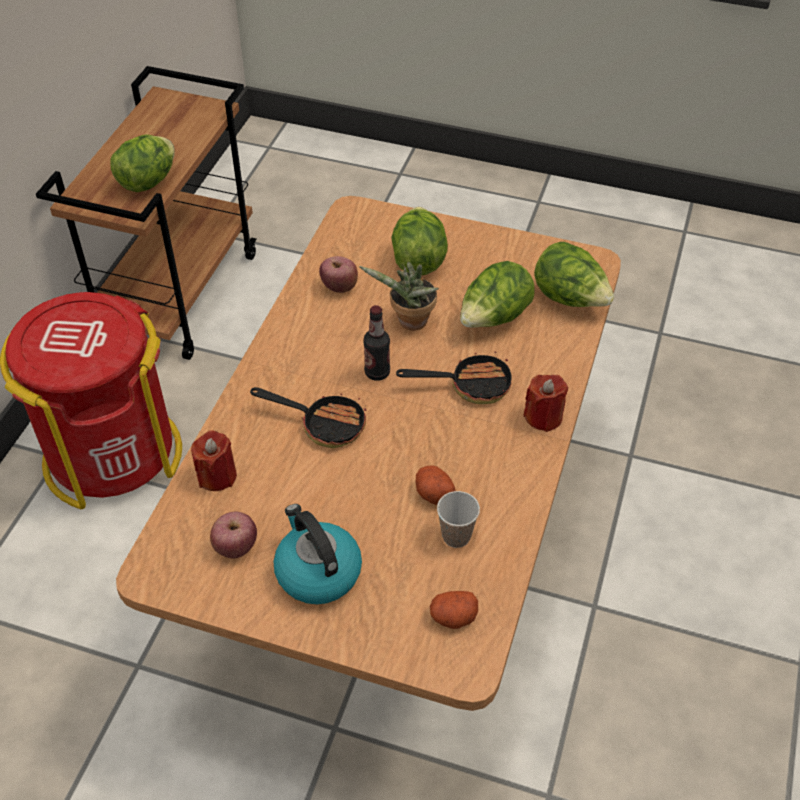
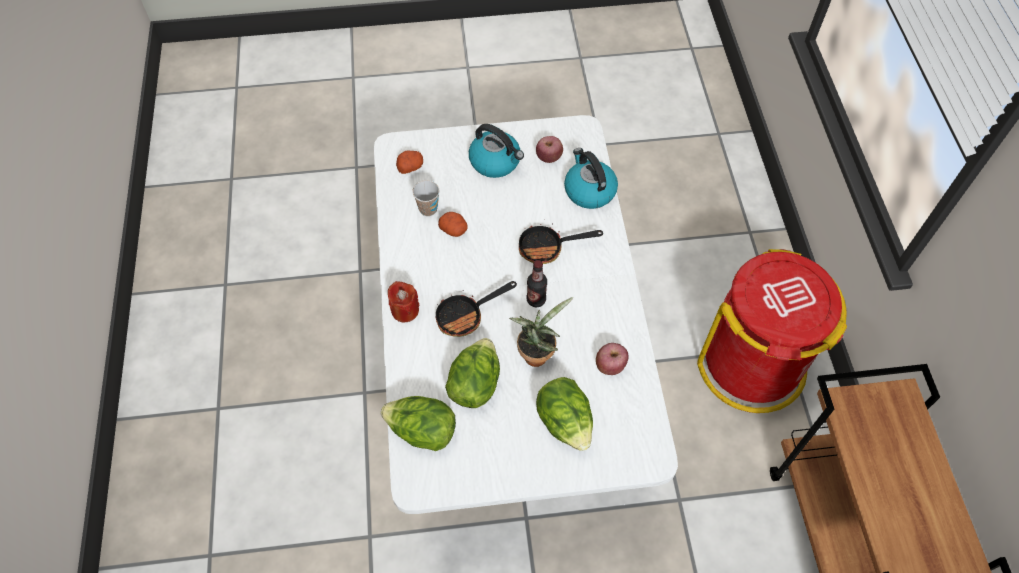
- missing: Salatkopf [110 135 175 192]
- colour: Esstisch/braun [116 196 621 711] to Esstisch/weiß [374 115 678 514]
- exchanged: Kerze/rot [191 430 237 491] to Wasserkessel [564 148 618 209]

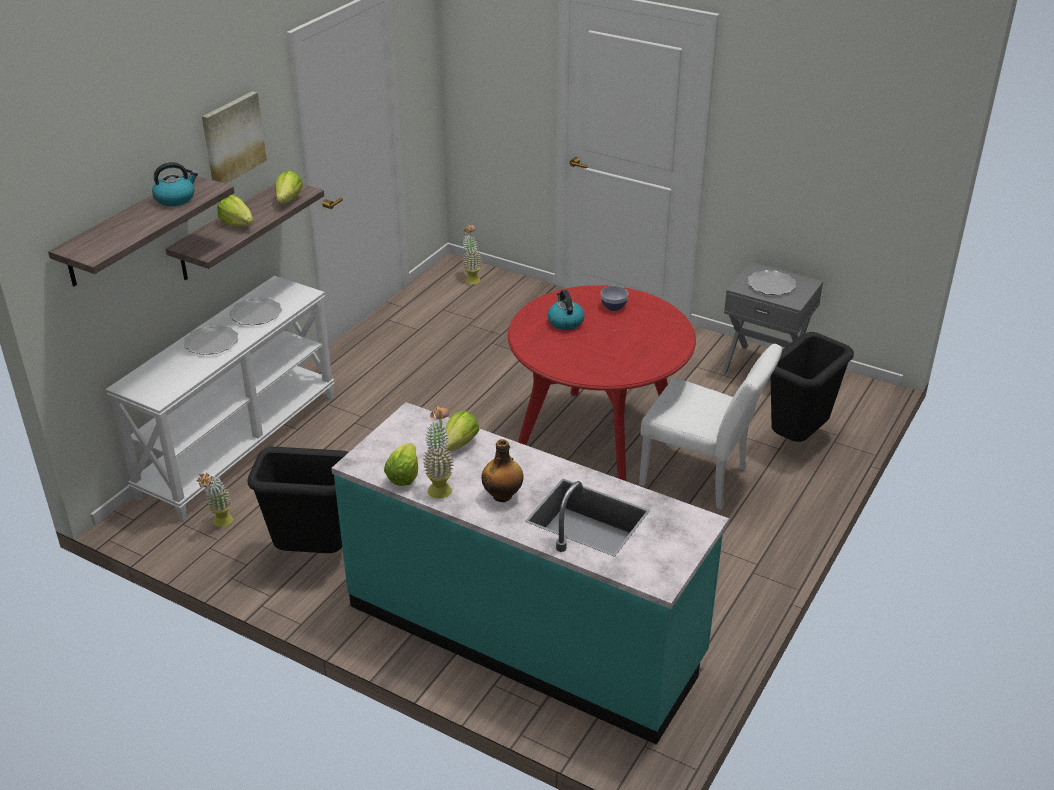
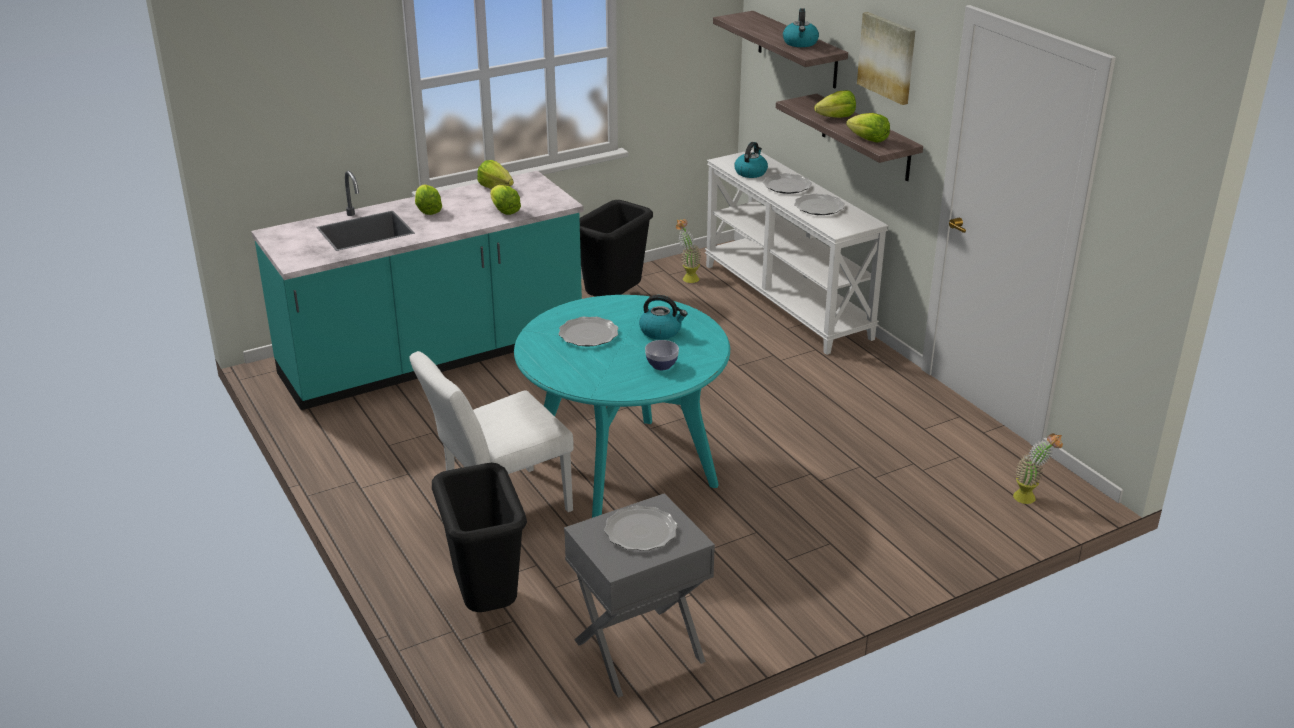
- missing: Topfpflanze [423 405 454 499]
- exchanged: Flasche [481 439 524 502] to Salatkopf [415 184 442 215]
- colour: Esstisch/rot [508 285 696 481] to Esstisch/türkis [514 295 730 518]
- appeared: Teller [559 317 618 347]
- appeared: Wasserkessel [734 142 768 178]

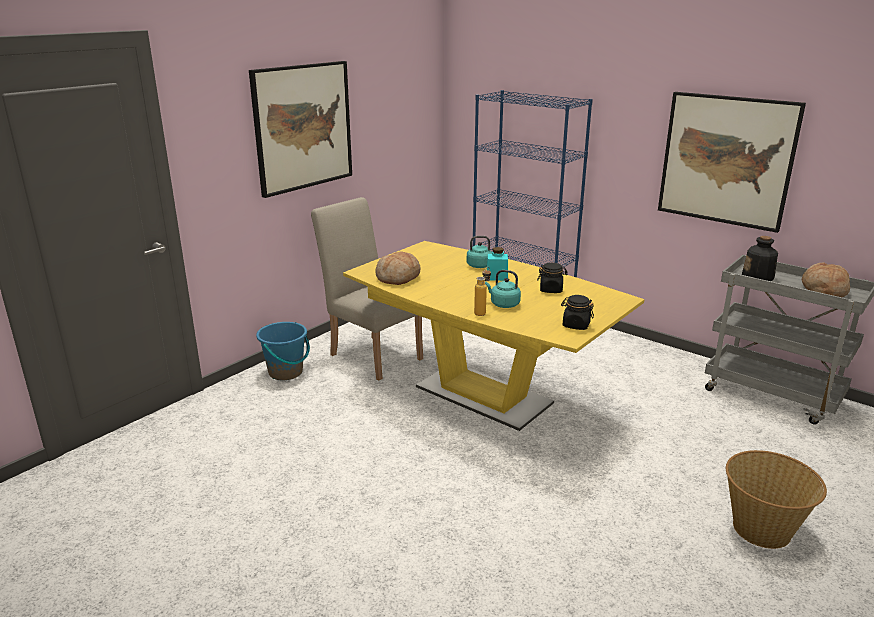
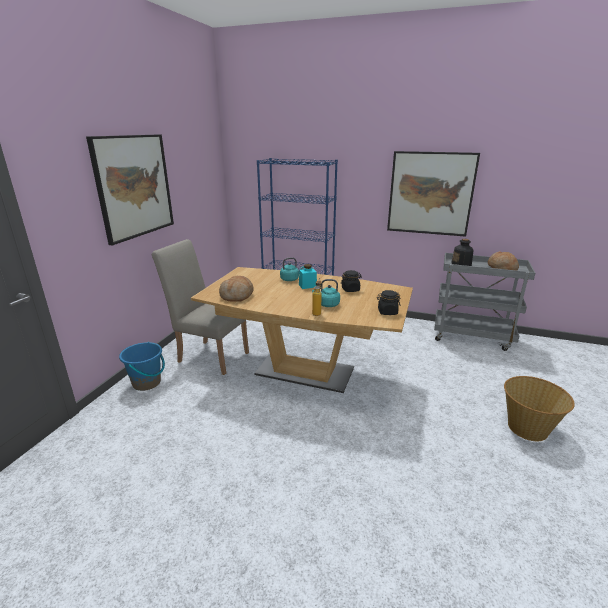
- colour: Esstisch/gelb [343 241 645 431] to Esstisch/braun [191 267 413 393]

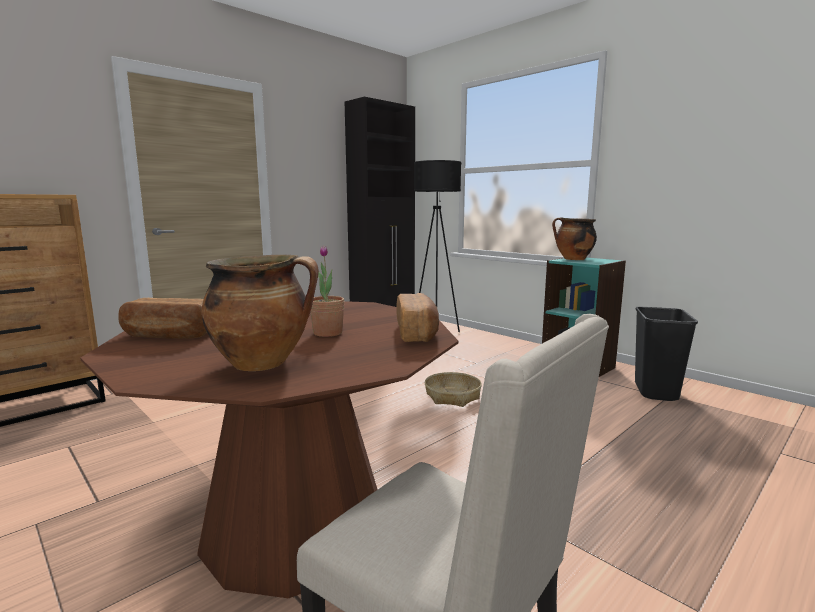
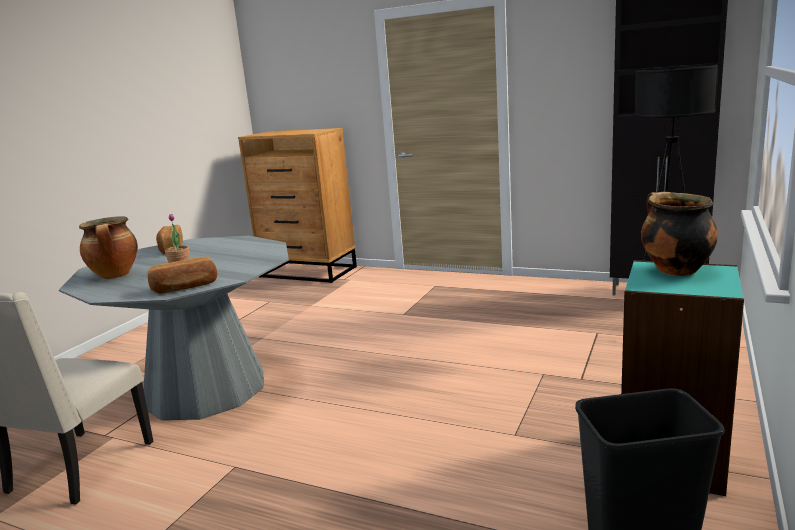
- colour: Esstisch/braun [80 301 458 598] to Esstisch/grau [59 236 289 420]
- missing: Korb [425 372 482 407]

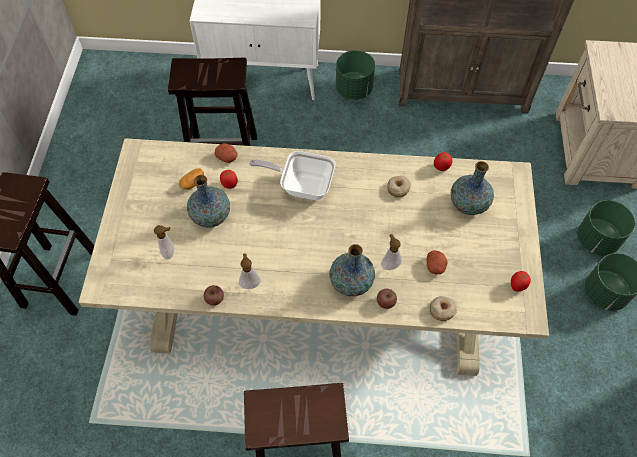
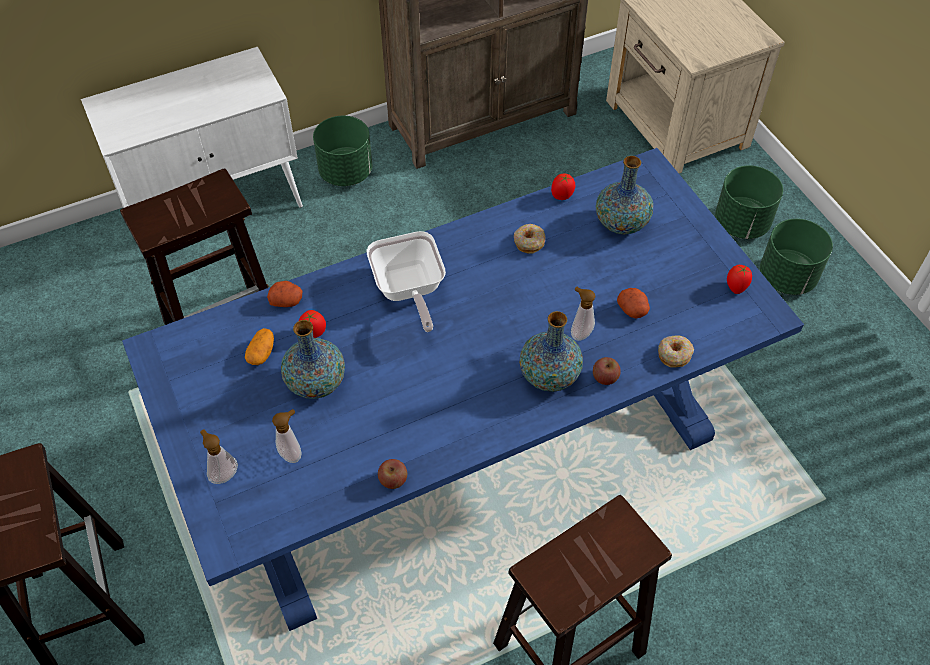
- colour: Esstisch/beige [78 138 549 376] to Esstisch/blau [122 148 804 631]
- relocated: Seifenspender [239 253 261 289] to [200 429 238 484]
- spun: Pfanne [249 151 335 200] = [367 231 446 332] 90 degrees counterclockwise

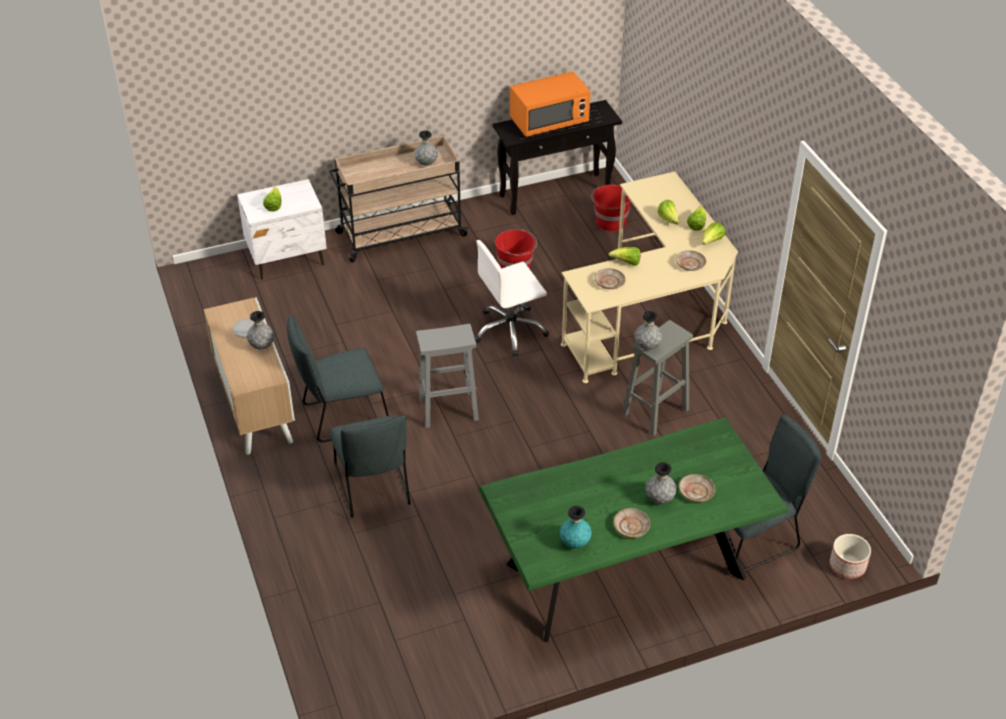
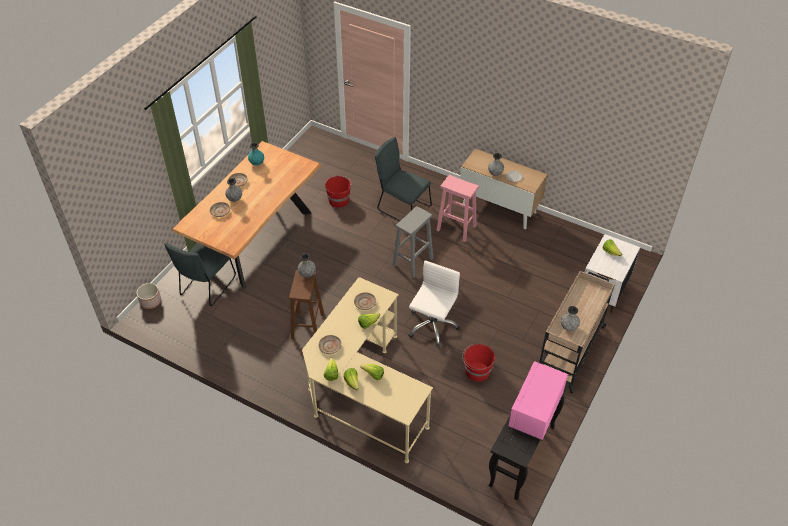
- exchanged: Stuhl/grau [287 315 389 442] to Hocker/rosa [436 175 479 242]
- colour: Esstisch/grün [478 417 789 642] to Esstisch/braun [172 141 321 289]
- colour: Mikrowelle/orange [510 71 590 137] to Mikrowelle/rosa [509 361 568 441]
- relocated: Eimer/rot [591 184 631 231] to [325 176 352 208]
- colour: Hocker/grau [622 320 693 436] to Hocker/braun [289 270 324 339]

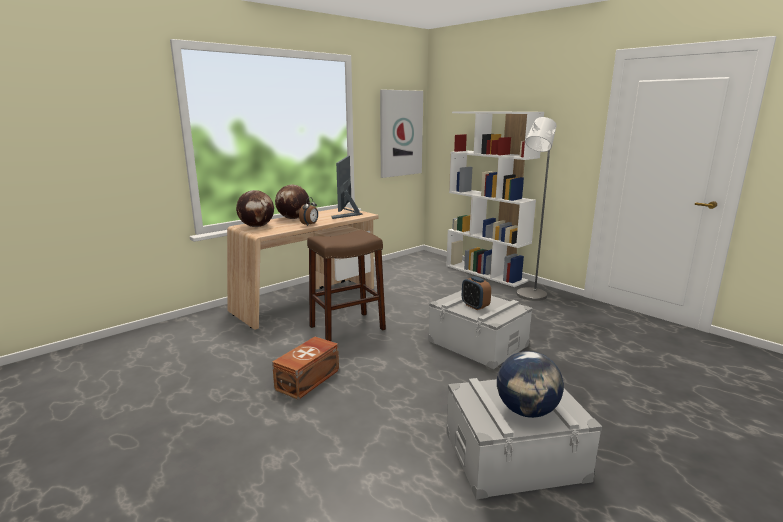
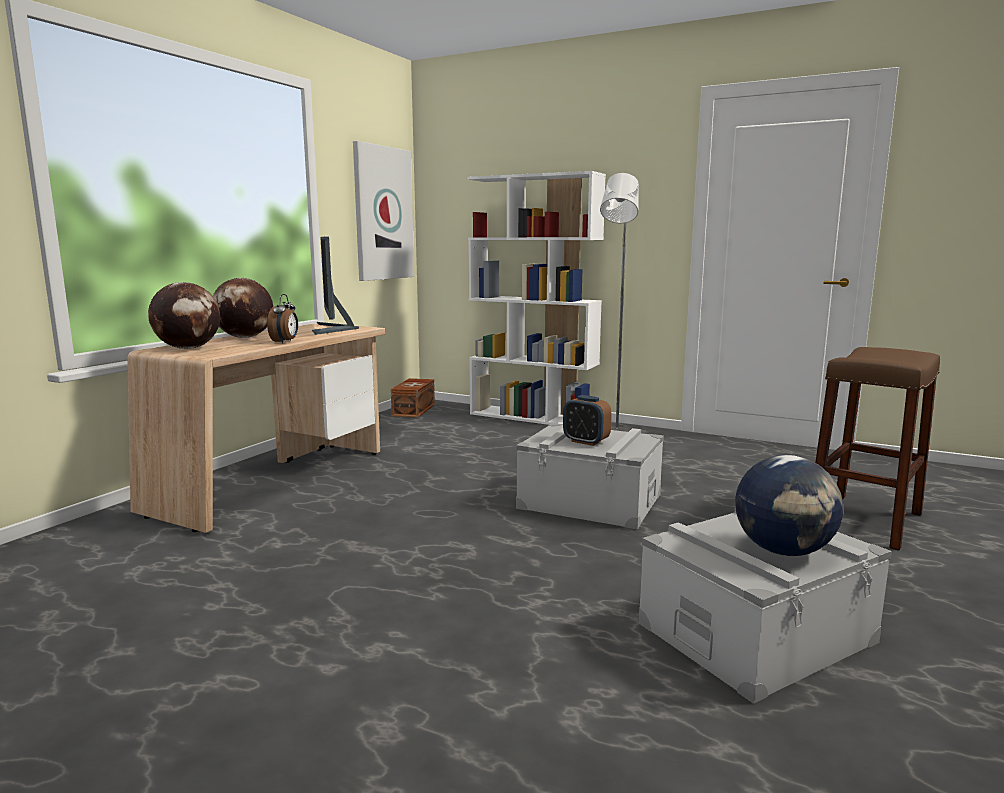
- relocated: Aufbewahrungsbox/braun [272 337 339 400] to [391 378 435 418]
- relocated: Hocker/braun [307 230 386 341] to [815 347 940 551]

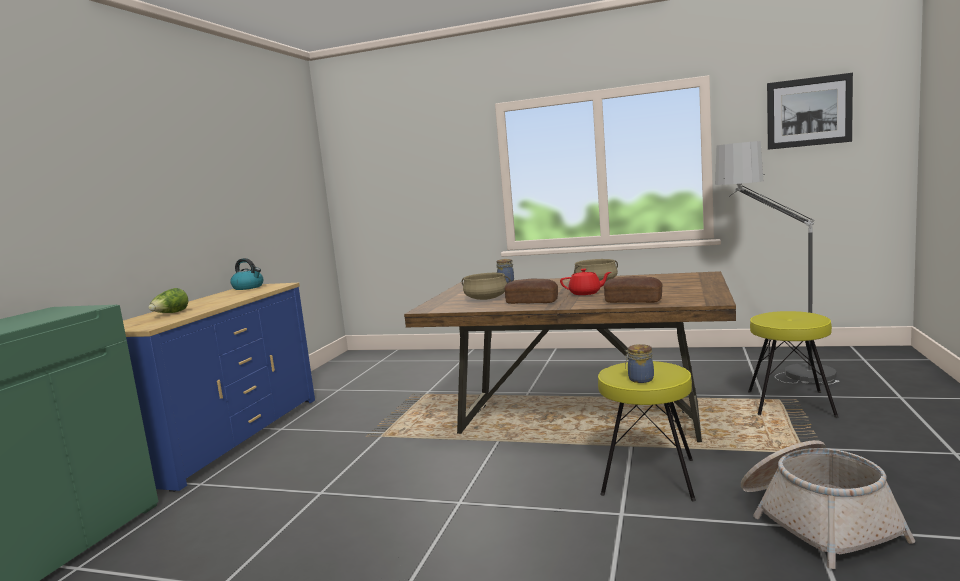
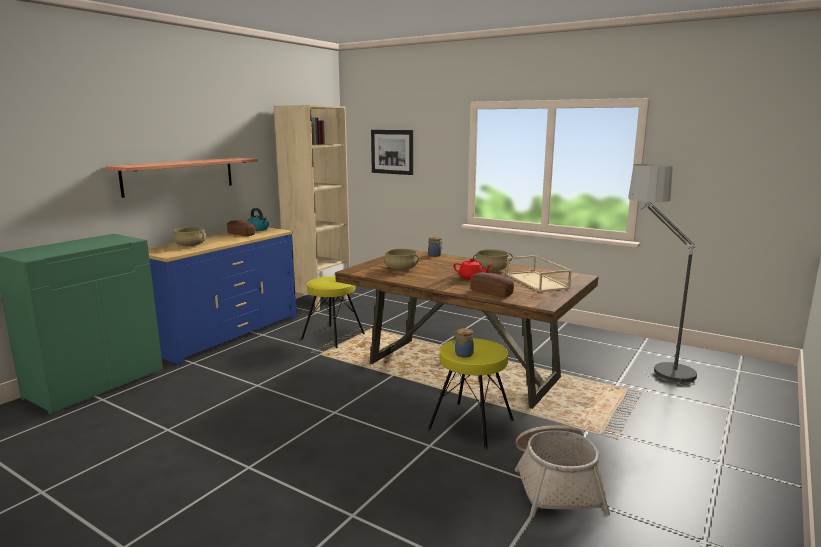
- exchanged: Salatkopf [148 288 189 313] to Kochtopf/beige [173 227 207 246]
- relocated: Brot [504 278 558 304] to [227 220 255 236]
- relocated: Hocker/gelb [748 311 839 418] to [301 276 365 348]
- relocated: Bild [767 73 853 150] to [371 130 413 175]
- appeared: Wandregal [106 158 258 198]
- appeared: Bücherregal/beige [274 105 350 311]
- appeared: Tablett/beige [506 255 572 292]

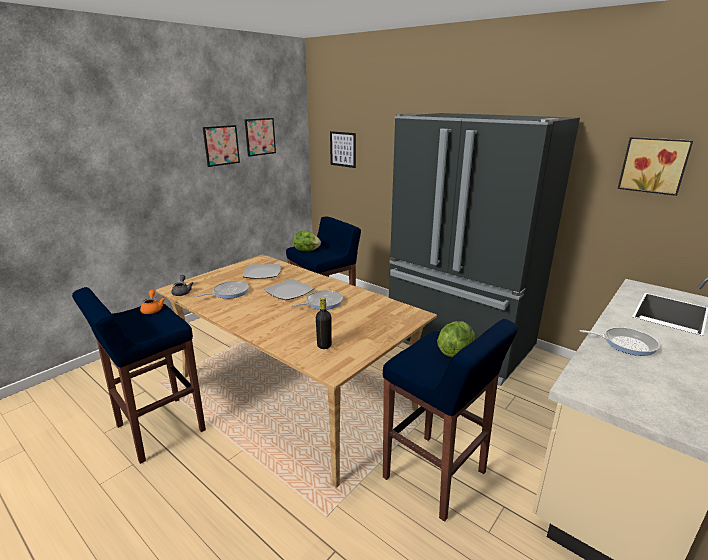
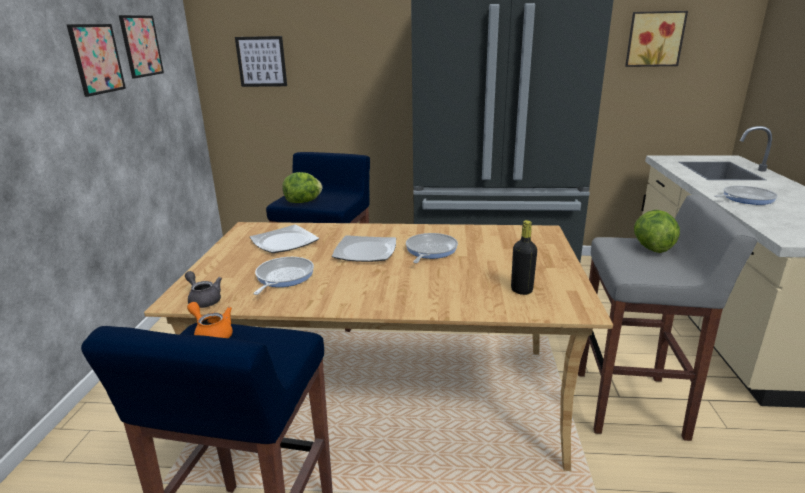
- colour: Hocker/blau [383 319 518 522] to Hocker/grau [578 195 757 441]

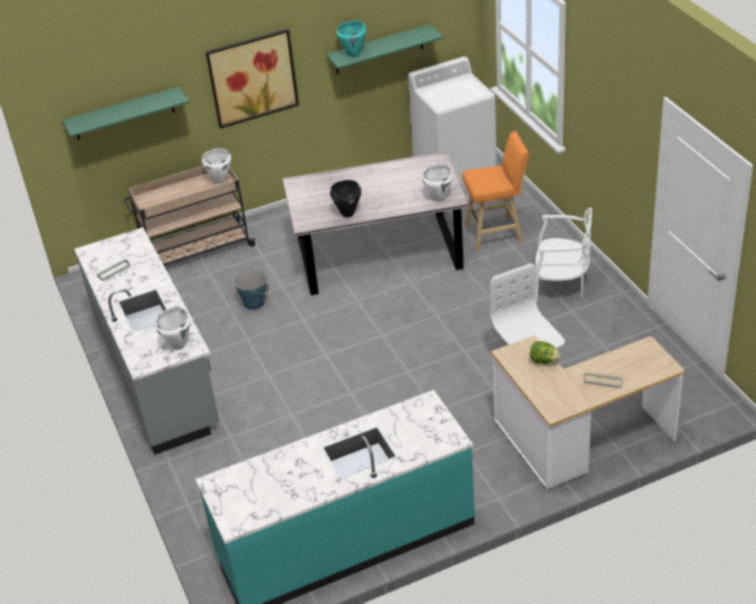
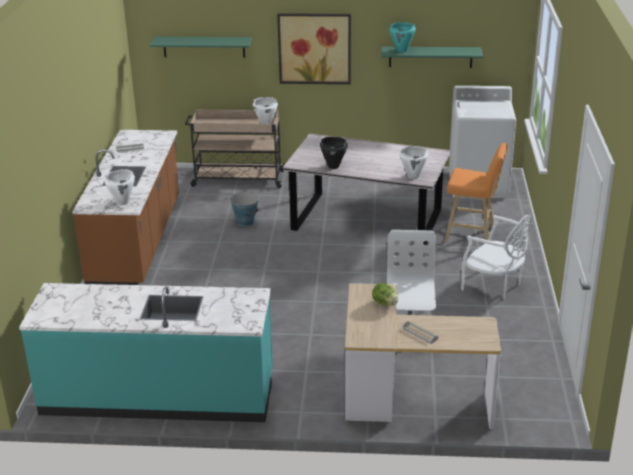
- colour: Küchenzeile/grau [74 227 220 455] to Küchenzeile/braun [72 130 179 285]

